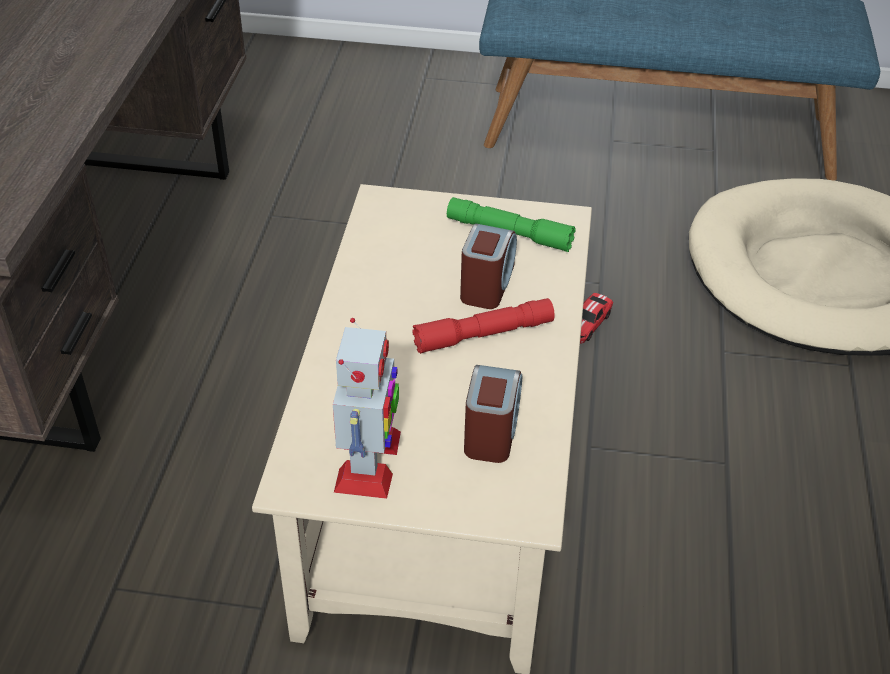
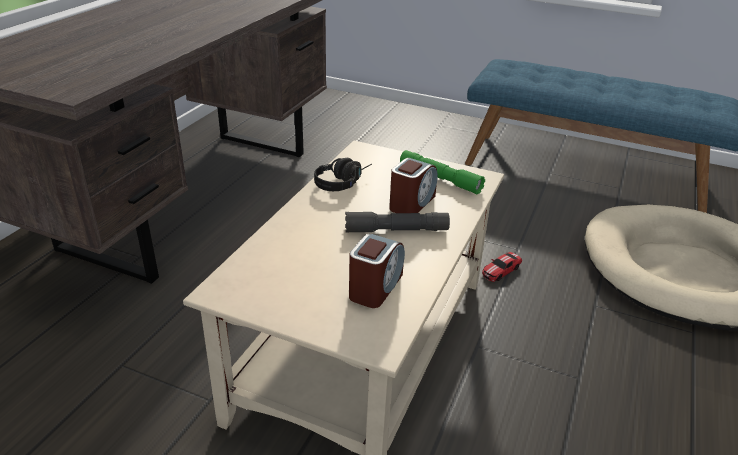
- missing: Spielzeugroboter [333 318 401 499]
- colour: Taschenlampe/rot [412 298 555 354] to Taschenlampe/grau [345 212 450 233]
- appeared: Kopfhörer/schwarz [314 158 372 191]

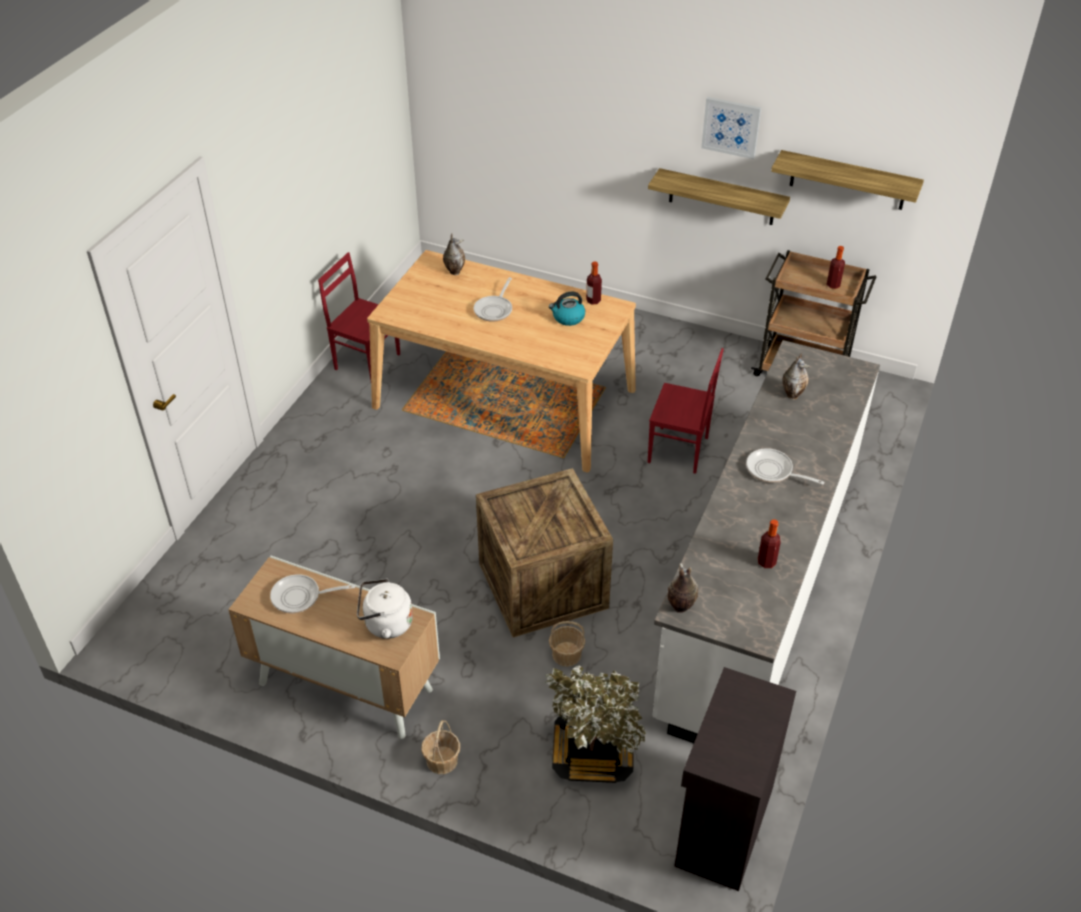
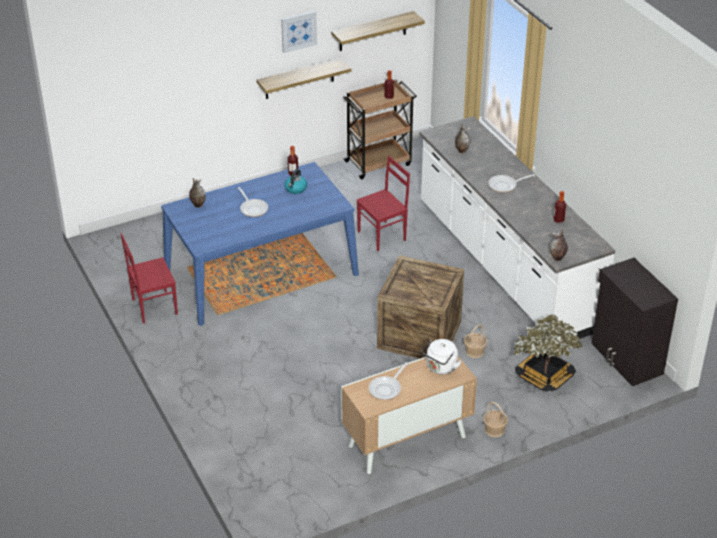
- colour: Esstisch/beige [367 250 636 473] to Esstisch/blau [161 162 359 326]

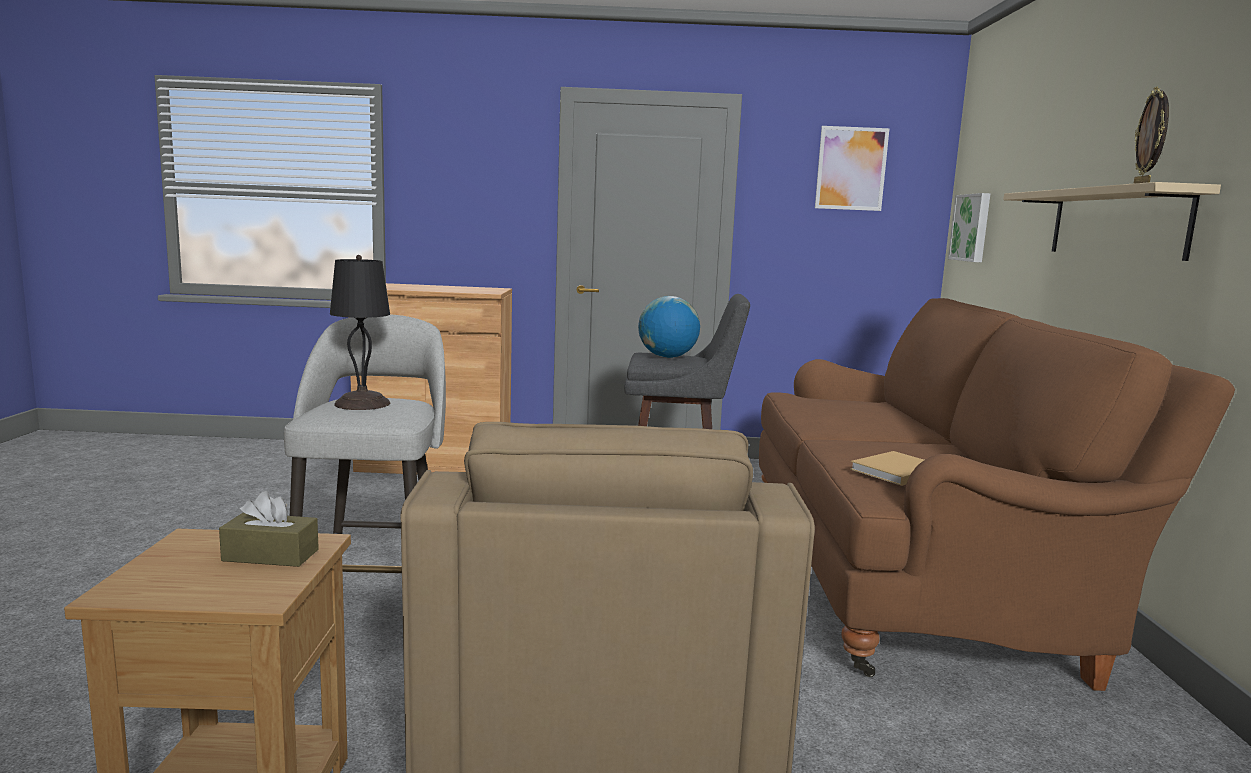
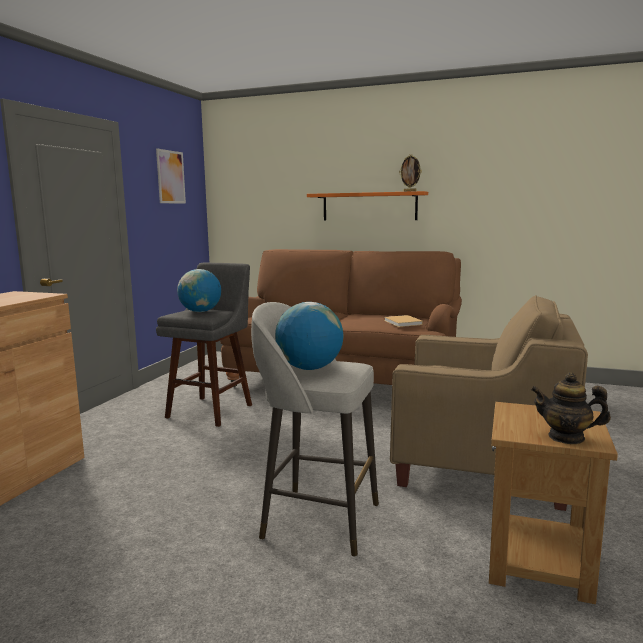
- missing: Taschentuchbox/braun [219 491 319 567]
- exchanged: Tischlampe/schwarz [330 255 390 410] to Globus [275 302 343 370]
- missing: Bild [948 193 990 262]
- colour: Wandregal/beige [1003 182 1221 261] to Wandregal/orange [307 191 428 221]
- appeared: Teekanne [531 372 611 444]

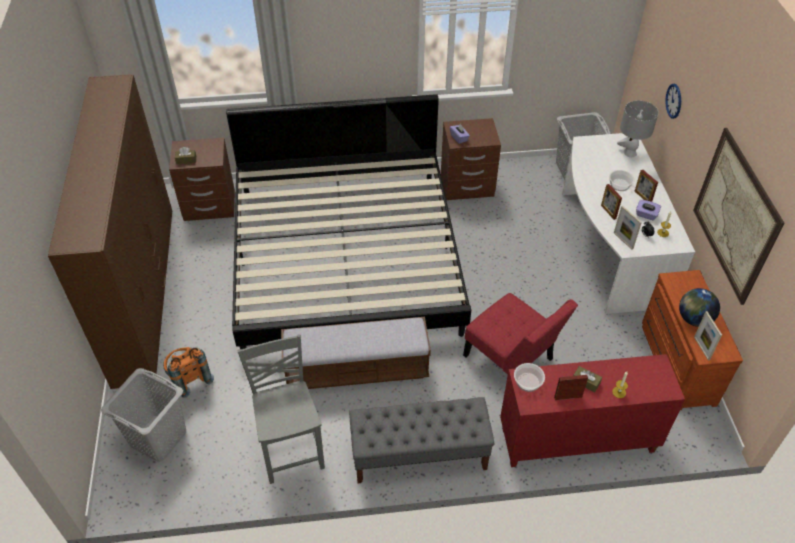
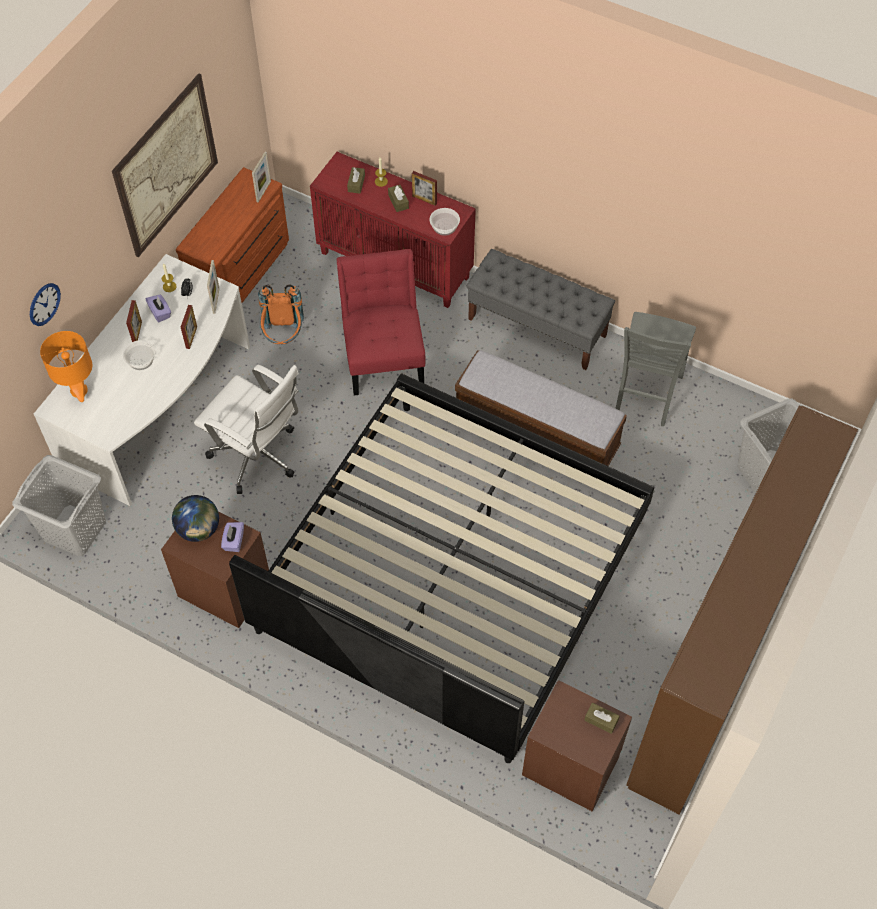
- relocated: Rucksack/orange [163 347 214 398] to [258 285 304 344]
- colour: Tischlampe/grau [617 101 659 158] to Tischlampe/orange [40 331 92 402]
- relocated: Globus [679 288 720 327] to [172 495 219 542]
- appeared: Bürostuhl/weiß [194 364 299 494]
- appeared: Taschentuchbox/braun [347 167 365 194]

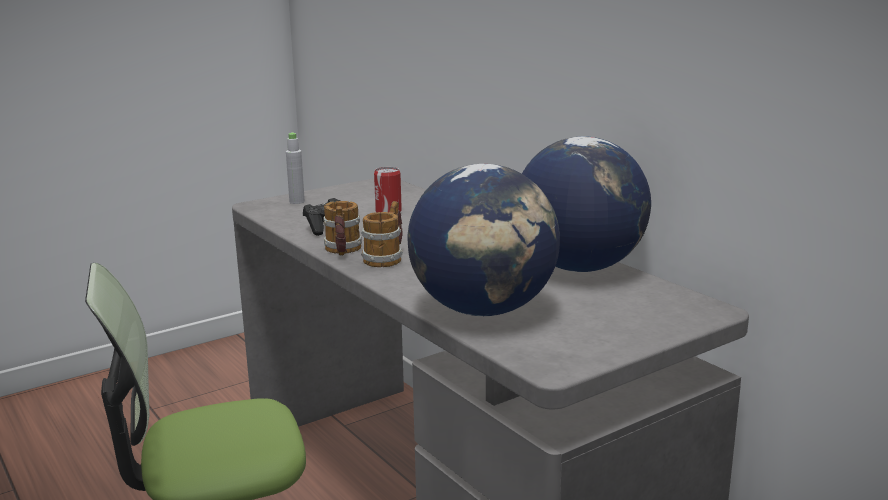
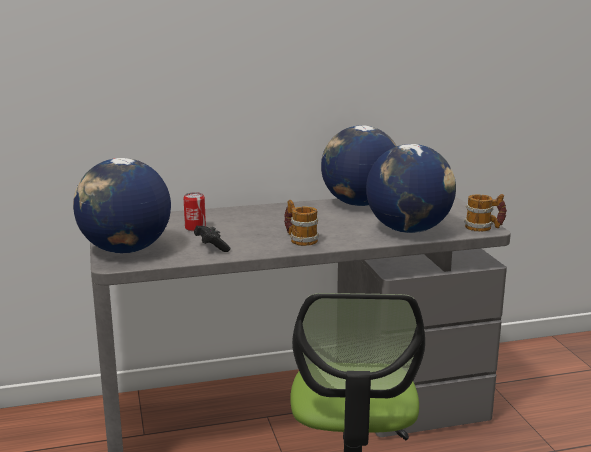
- exchanged: Flasche/grau [286 132 305 204] to Globus [73 158 171 254]
- relocated: Henkelbecher [323 201 362 256] to [464 194 507 232]

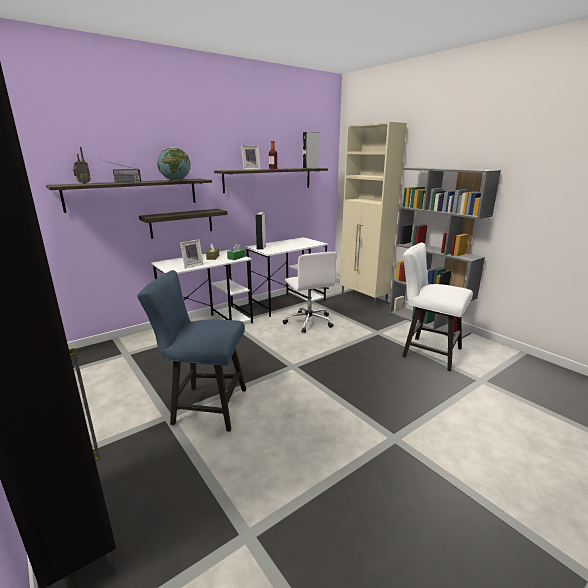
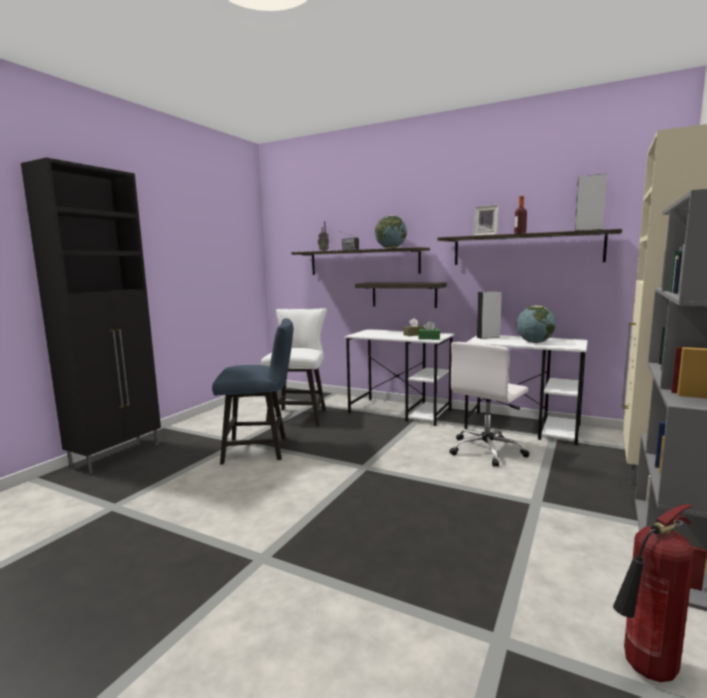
- spun: Stuhl/blau [137 270 246 432] = [212 318 293 464] 105 degrees clockwise
- missing: Bilderrahmen [180 239 204 269]
- relocated: Stuhl/weiß [402 243 473 371] to [261 308 327 426]
- appeared: Globus [516 305 556 343]
- appeared: Feuerlöscher [613 504 694 682]

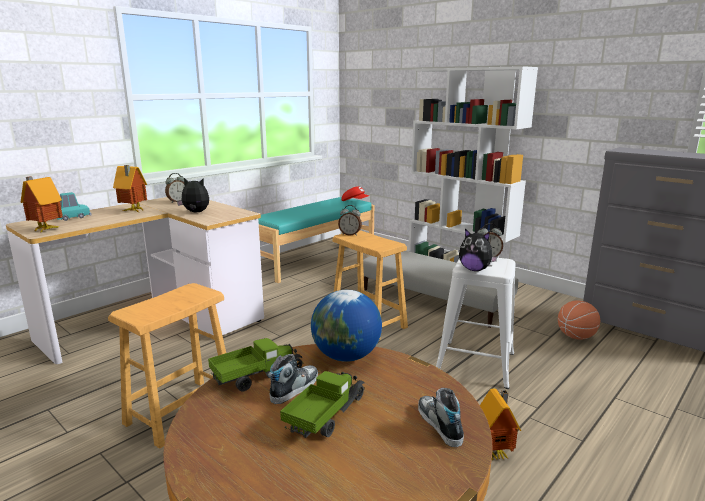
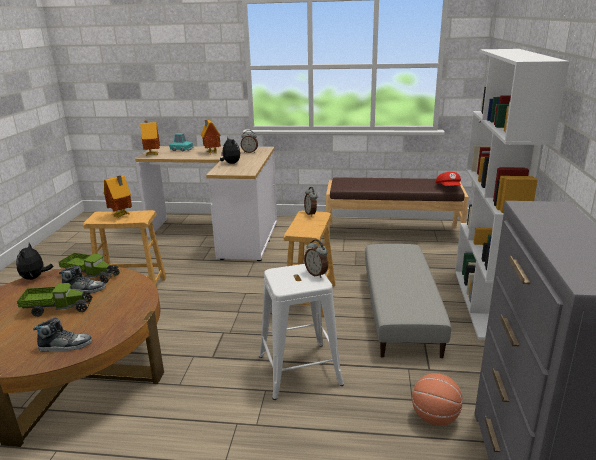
- colour: Bank/türkis [258 197 374 283] to Bank/braun [326 178 469 238]
- missing: Globus [311 290 382 362]
- spun: Schuh [418 388 464 447] = [33 317 92 352] 45 degrees clockwise
- relocated: Plüschtier [459 229 497 271] to [16 243 53 280]
- relocated: Spielzeughaus [480 388 521 460] to [104 175 132 218]

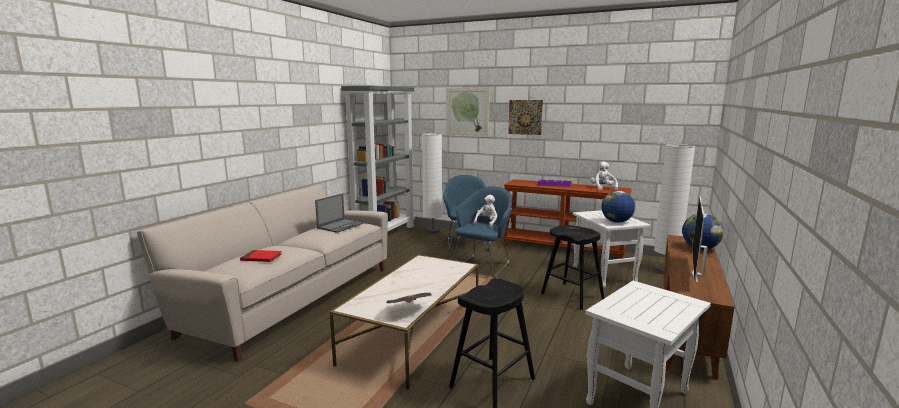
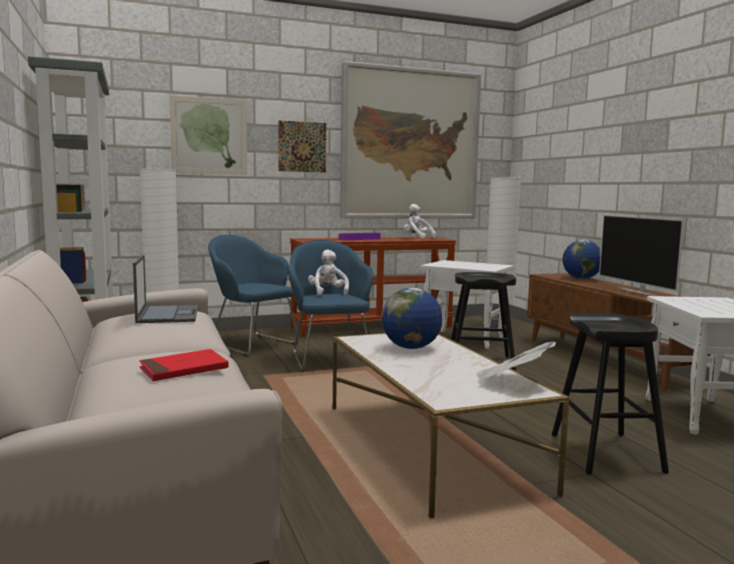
- relocated: Globus [601 191 635 223] to [381 288 442 349]
- appeared: Bild [340 61 481 218]

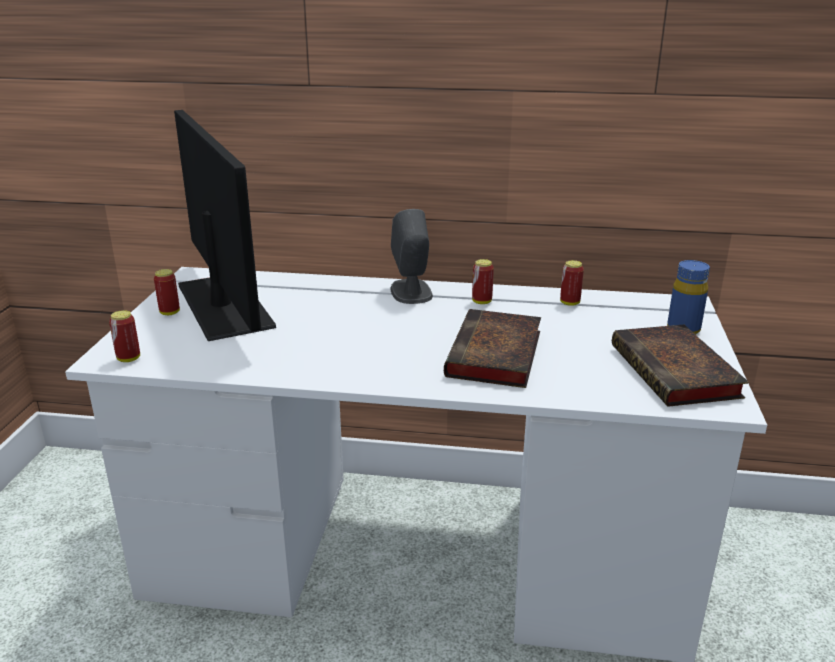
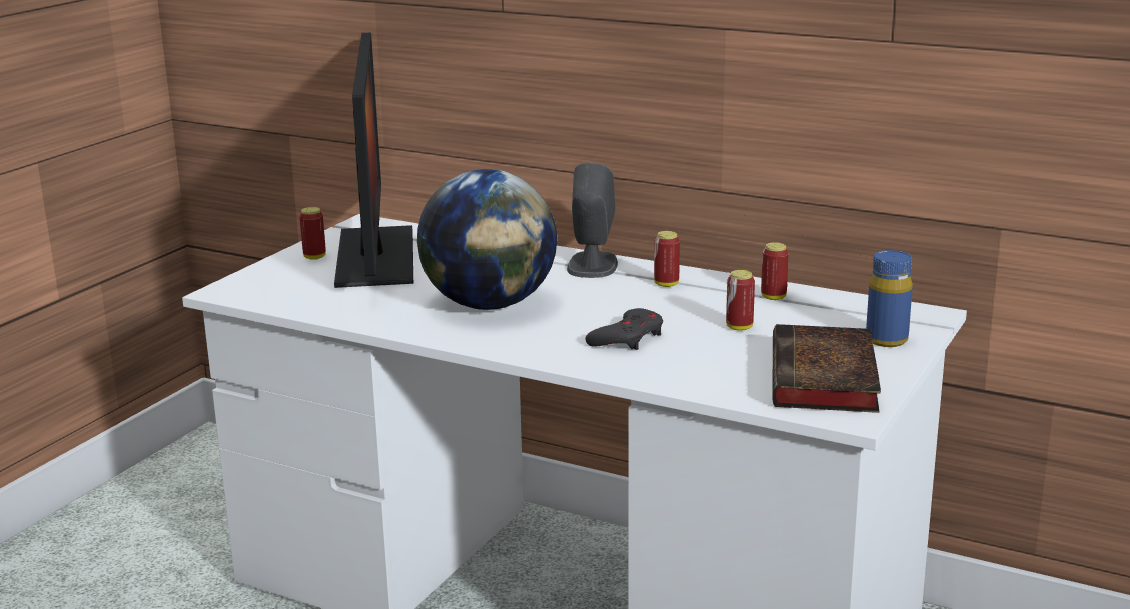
- relocated: Dose [109 310 140 362] to [726 270 755 331]
- exchanged: Buch [444 309 541 388] to Gamepad/grau [586 308 663 350]
- appeared: Globus [417 169 557 310]

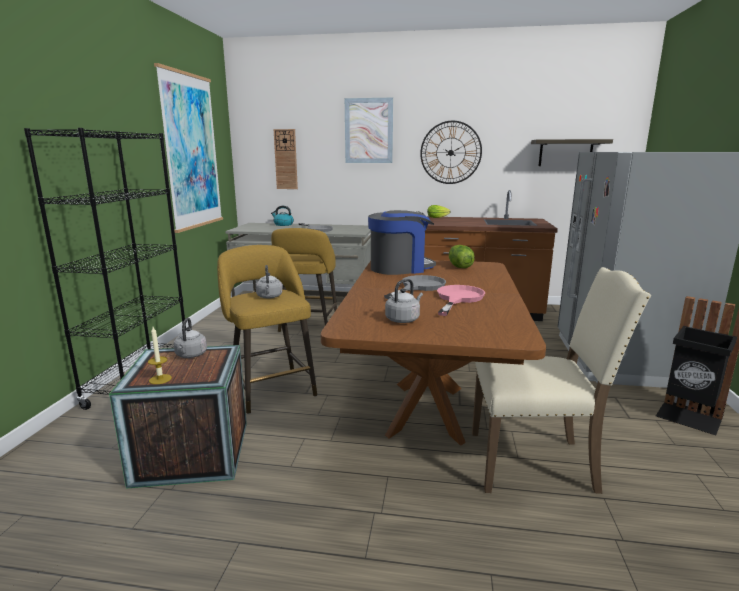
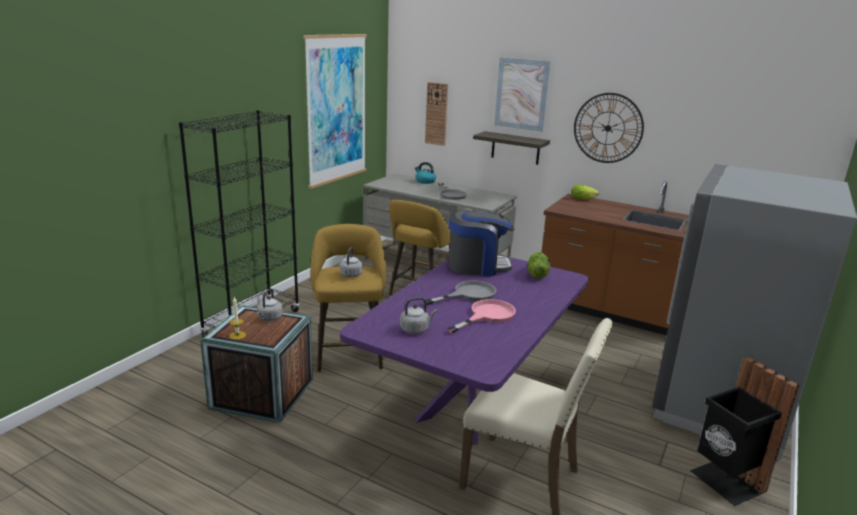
- colour: Esstisch/braun [321 260 546 446] to Esstisch/lila [340 257 588 445]
- relocated: Wandregal [531 139 613 166] to [473 131 550 165]

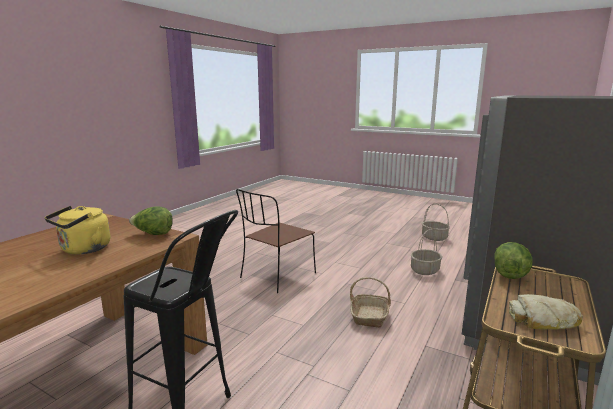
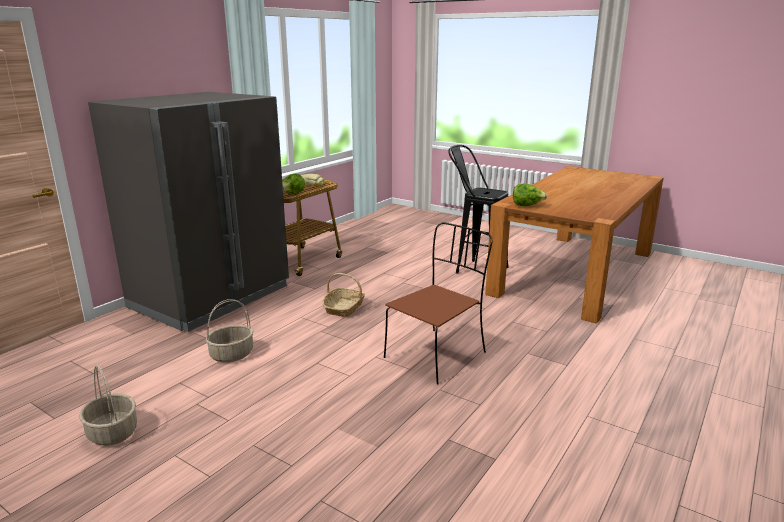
- missing: Wasserkessel/gelb [45 206 110 255]

